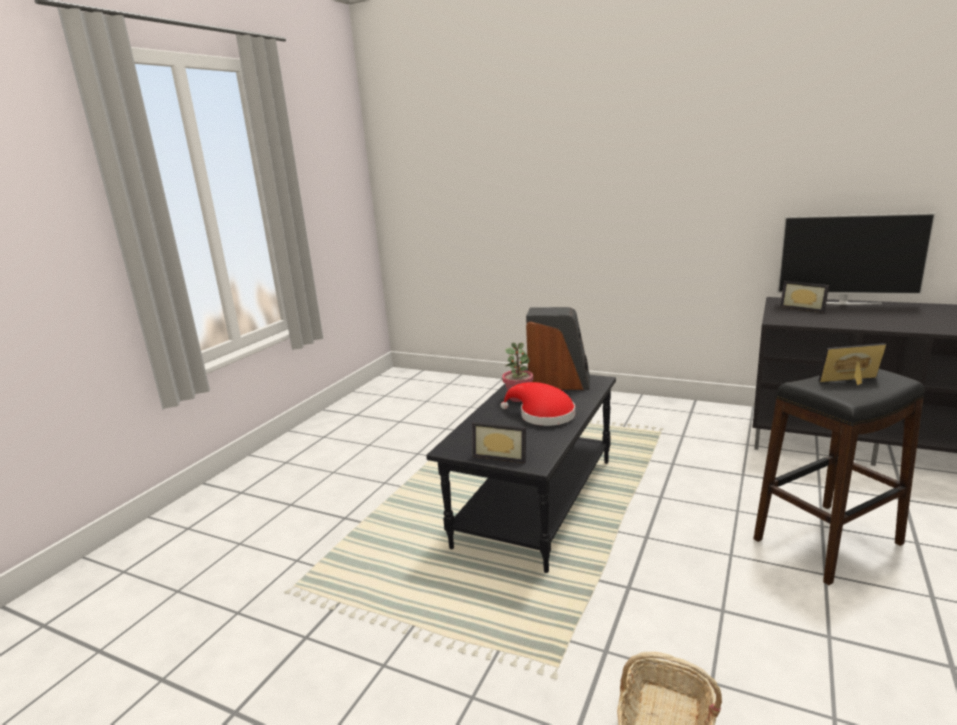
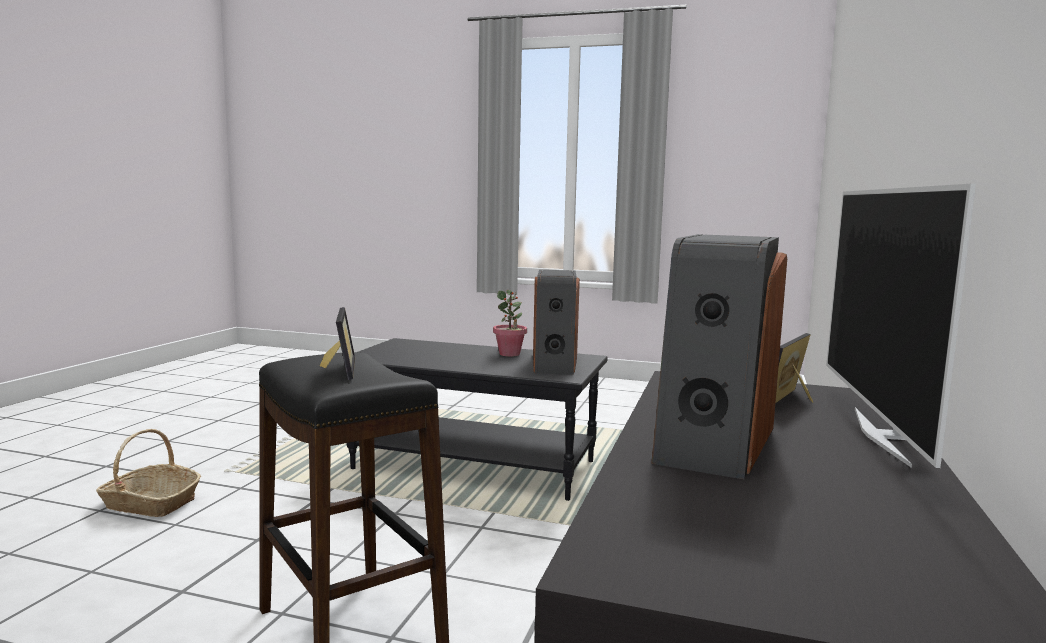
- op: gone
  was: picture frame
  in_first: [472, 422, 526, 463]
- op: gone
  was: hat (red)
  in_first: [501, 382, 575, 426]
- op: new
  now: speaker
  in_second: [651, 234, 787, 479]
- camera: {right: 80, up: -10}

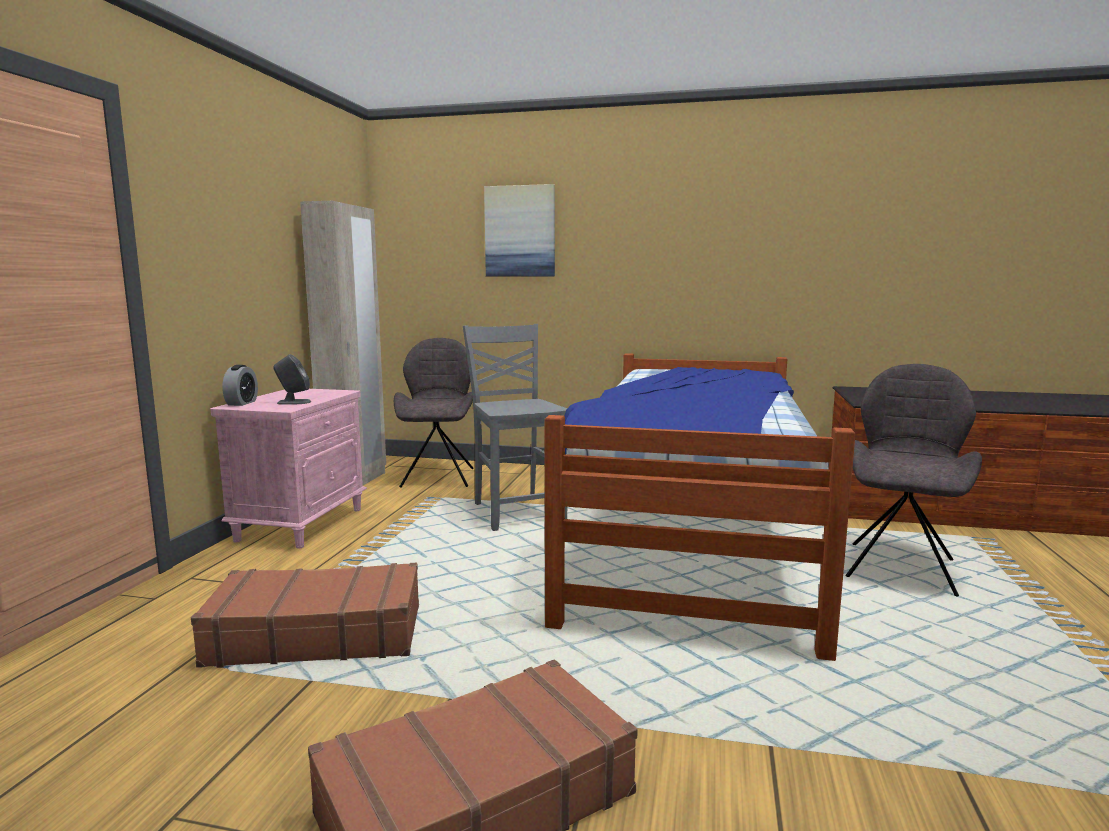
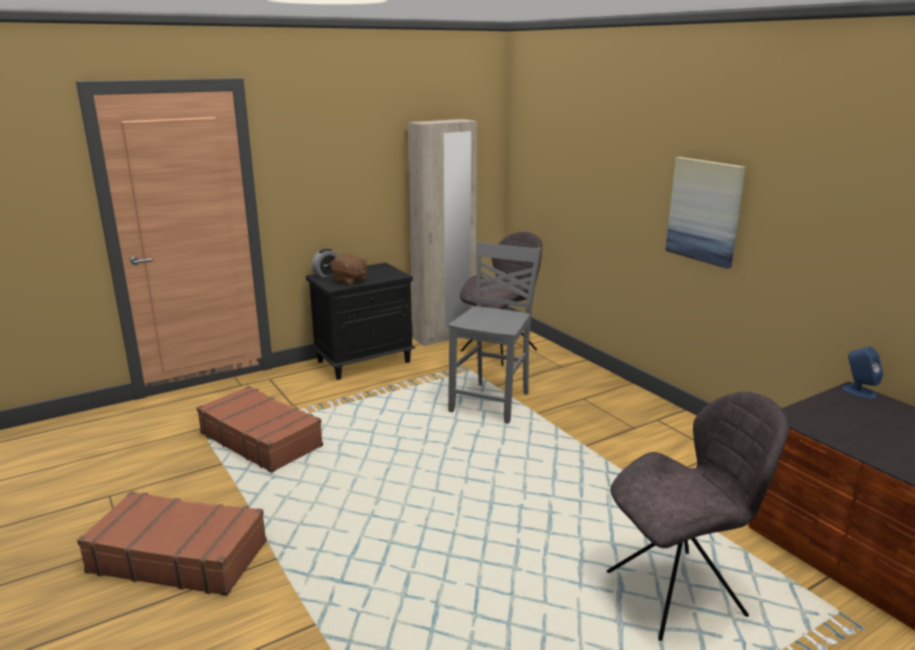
- op: gone
  was: bed
  in_first: [544, 353, 855, 661]
- op: new
  now: speaker (blue)
  in_second: [842, 346, 883, 399]
- op: shifted
  was: picture
  in_first: [484, 184, 555, 277]
  in_second: [665, 157, 746, 269]
- op: swapped
  was: speaker (grey)
  now: plush toy (brown)
  in_first: [273, 354, 311, 405]
  in_second: [331, 254, 368, 285]
- op: repainted
  was: nightstand (pink)
  now: nightstand (black)
  in_first: [211, 389, 367, 549]
  in_second: [306, 262, 415, 380]
- camera: {right: 45, up: 10}

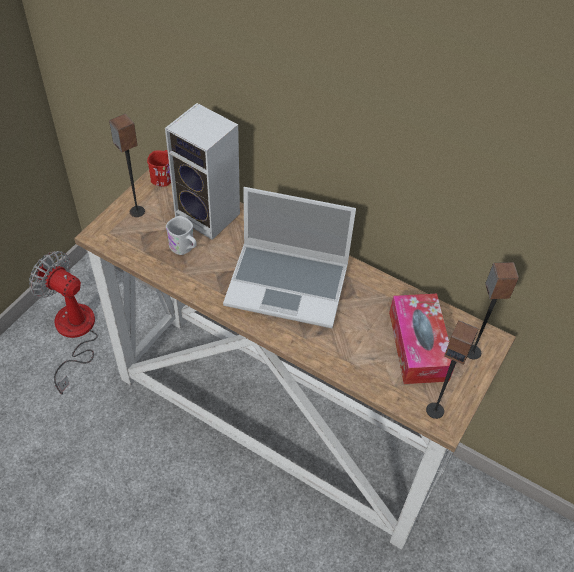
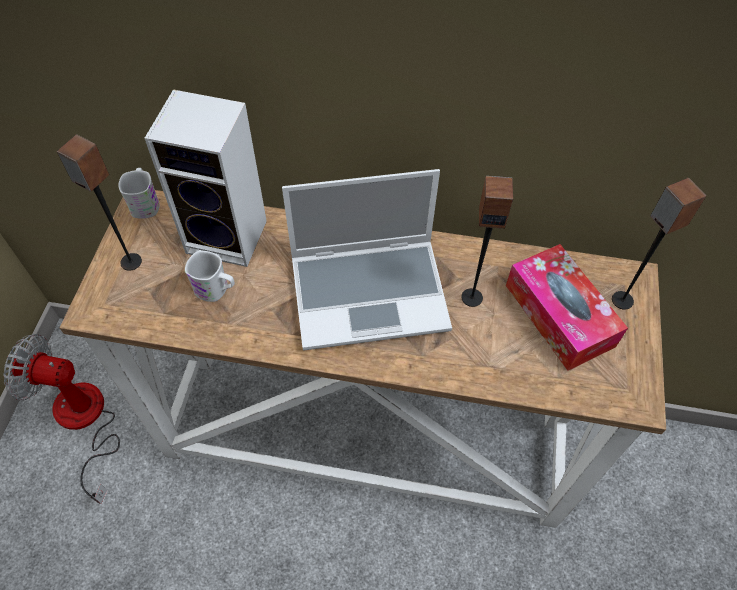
- op: shifted
  was: speaker
  in_first: [426, 320, 479, 419]
  in_second: [461, 176, 513, 307]
- op: repainted
  was: mug (red)
  now: mug (white)
  in_first: [147, 150, 171, 187]
  in_second: [118, 168, 160, 219]
- camera: {right: -20, up: 5}

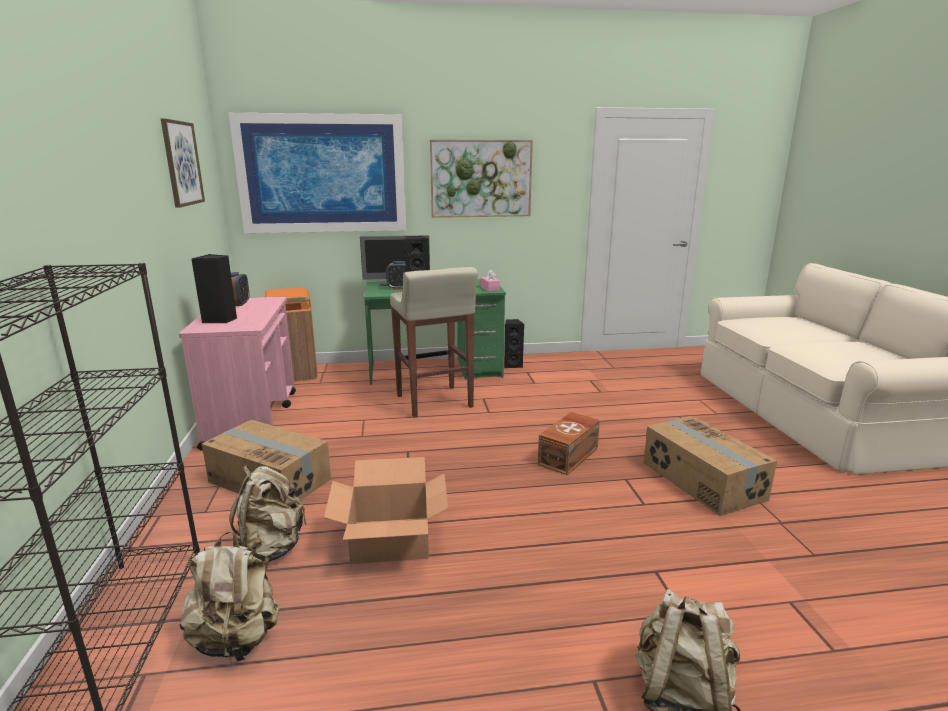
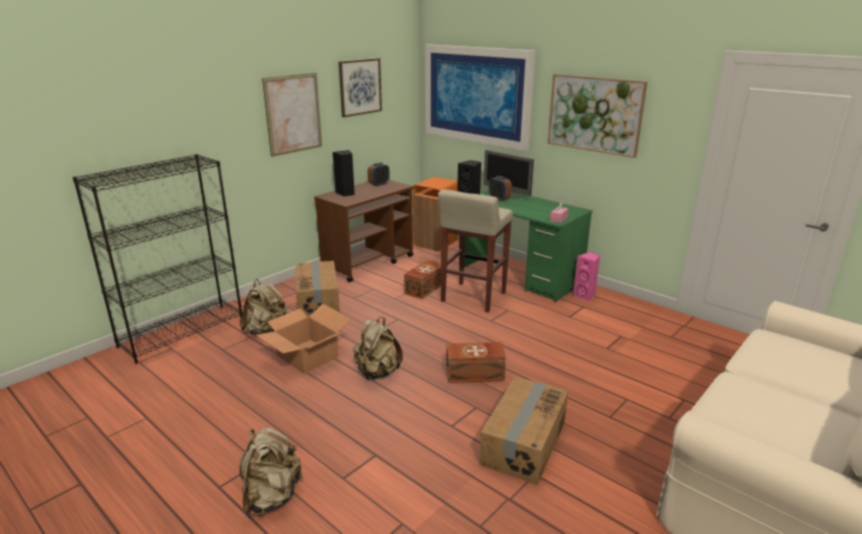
- op: new
  now: picture
  in_second: [262, 73, 322, 157]
- op: new
  now: storage box (brown)
  in_second: [404, 260, 441, 299]
- op: shifted
  was: backpack (beige)
  in_first: [180, 531, 279, 662]
  in_second: [353, 317, 403, 380]
- op: repainted
  was: cart (pink)
  now: cart (brown)
  in_first: [179, 297, 296, 451]
  in_second: [314, 180, 414, 282]
- op: repainted
  was: speaker (black)
  now: speaker (pink)
  in_first: [504, 319, 524, 368]
  in_second: [573, 252, 600, 302]
- camera: {right: 50, up: 5}

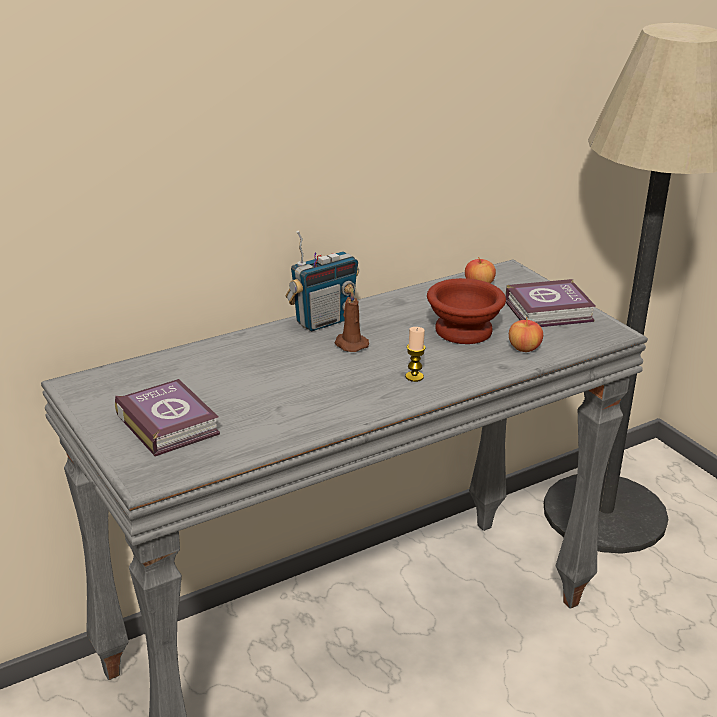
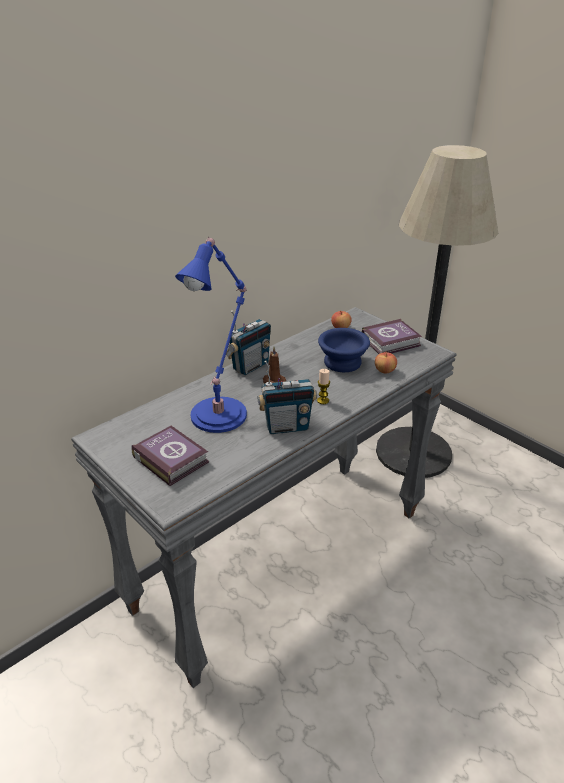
- op: new
  now: table lamp (blue)
  in_second: [175, 237, 247, 433]
- op: new
  now: radio
  in_second: [258, 360, 317, 434]
- op: repainted
  was: bowl (brown)
  now: bowl (blue)
  in_first: [427, 278, 506, 344]
  in_second: [318, 328, 370, 372]
- camera: {right: -10, up: 5}

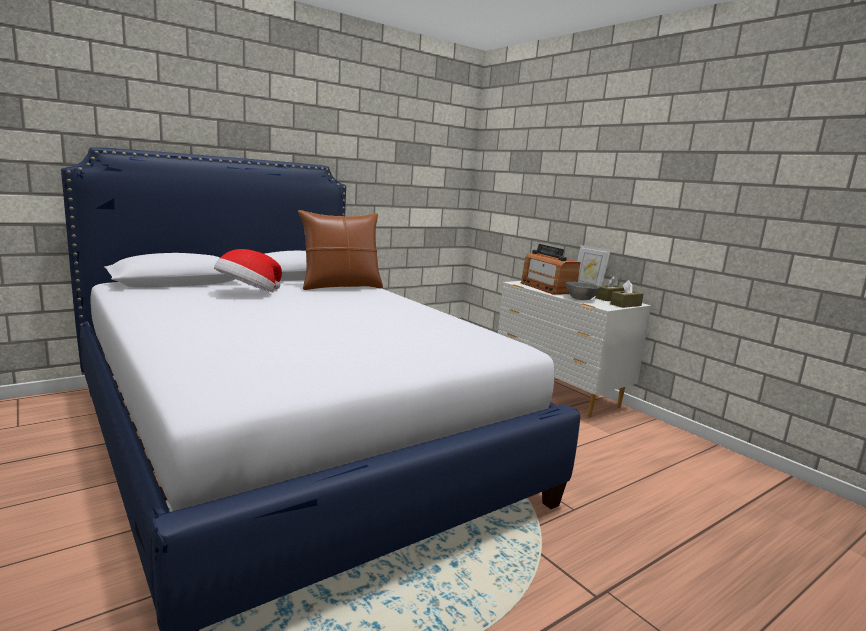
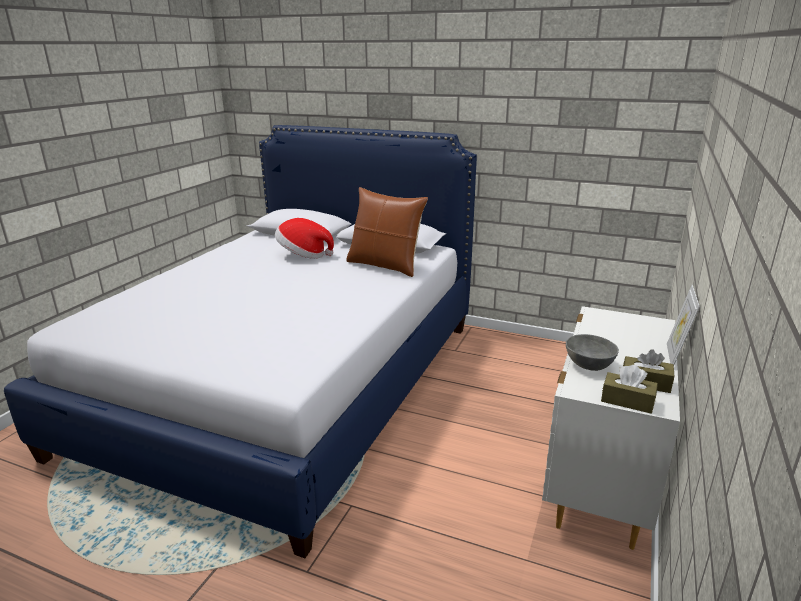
- op: gone
  was: radio
  in_first: [521, 244, 581, 295]
- camera: {right: 60, up: 10}

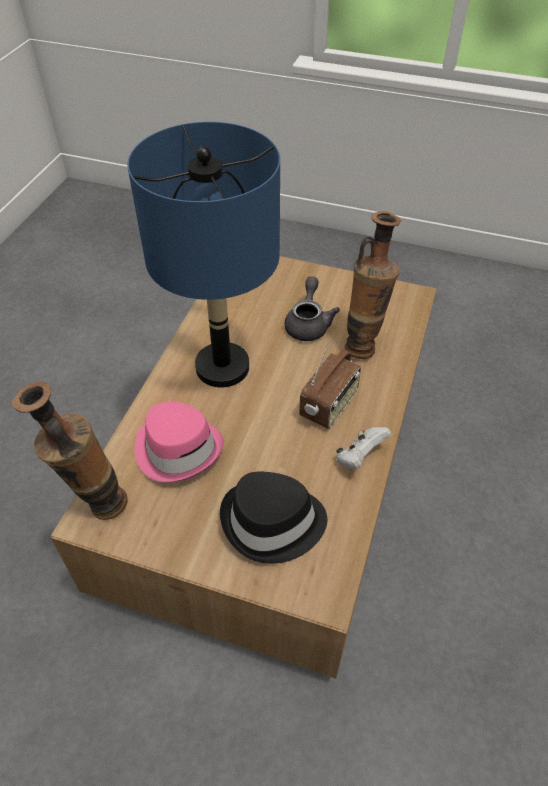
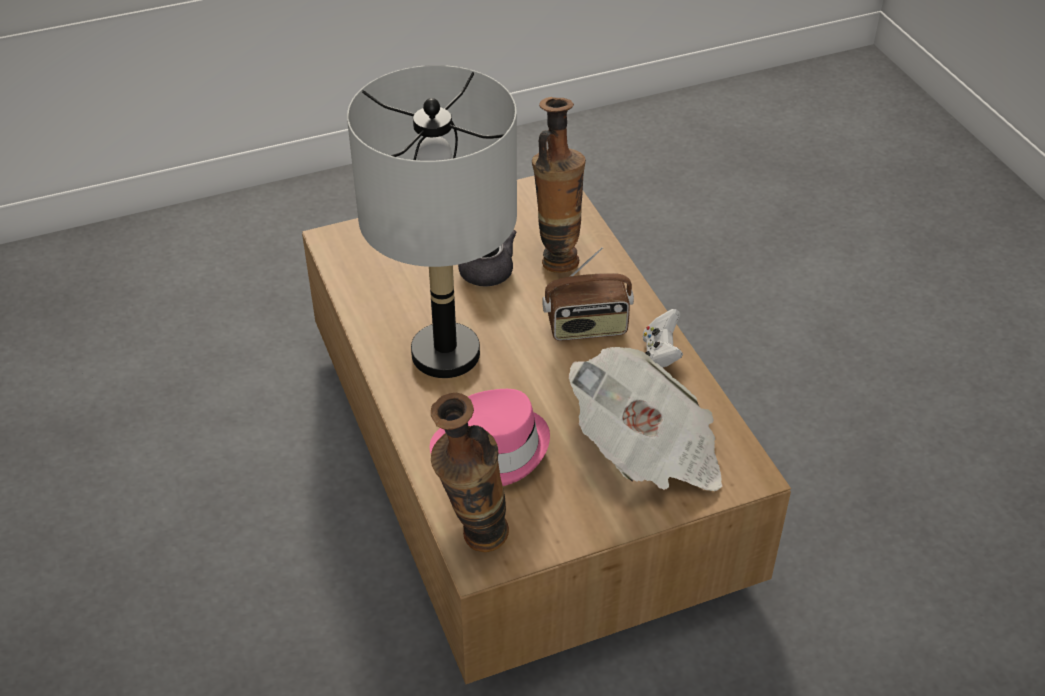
- op: swapped
  was: hat (black)
  now: newspaper
  in_first: [220, 472, 327, 564]
  in_second: [569, 347, 723, 491]
- op: repainted
  was: table lamp (blue)
  now: table lamp (grey)
  in_first: [127, 122, 280, 387]
  in_second: [347, 65, 517, 378]
- op: rotated
  was: radio
  in_first: [299, 339, 361, 429]
  in_second: [542, 247, 634, 341]
  clockwise: 90
- camera: {right: -40, up: -5}

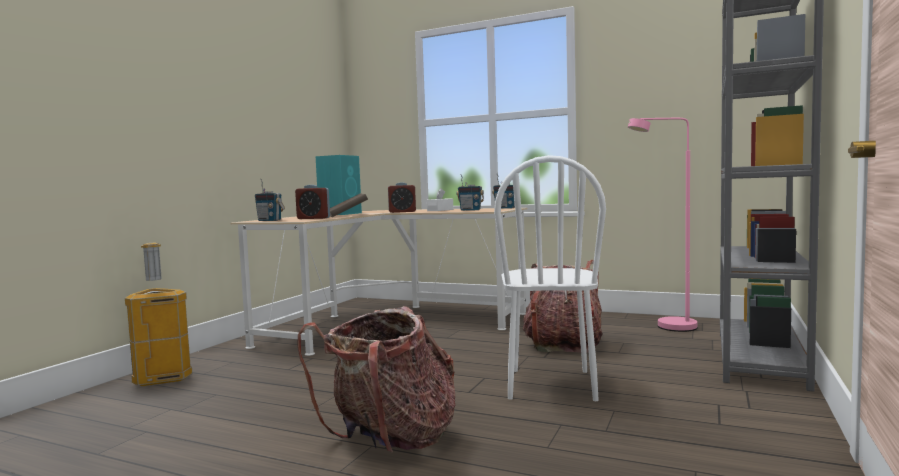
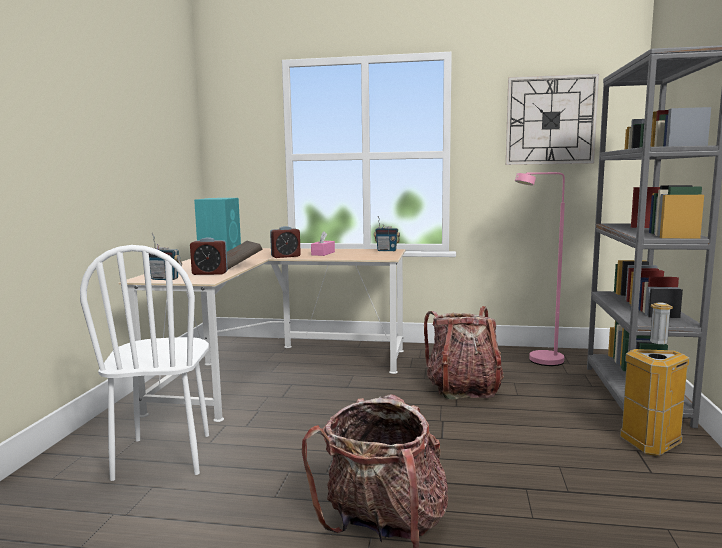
- op: gone
  was: radio
  in_first: [456, 174, 484, 211]
- op: new
  now: wall clock
  in_second: [506, 74, 599, 165]
- op: shifted
  was: trash can
  in_first: [125, 243, 192, 386]
  in_second: [620, 303, 690, 456]
- op: shifted
  was: chair (white)
  in_first: [494, 155, 606, 401]
  in_second: [80, 245, 209, 481]
- op: repainted
  was: tissue box (white)
  now: tissue box (pink)
  in_first: [427, 188, 453, 211]
  in_second: [311, 231, 335, 256]
- camera: {right: -15, up: 5}

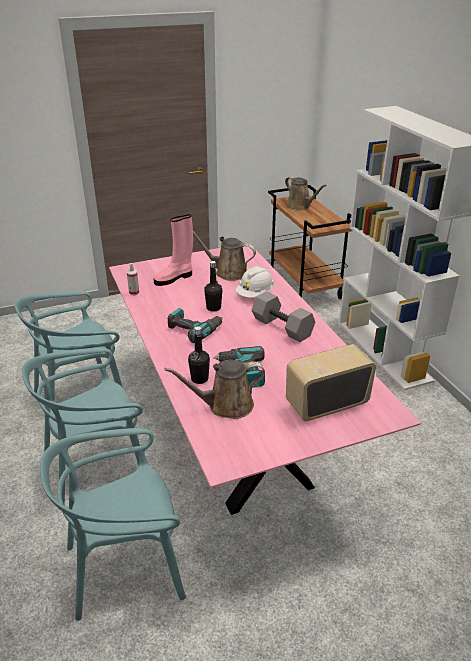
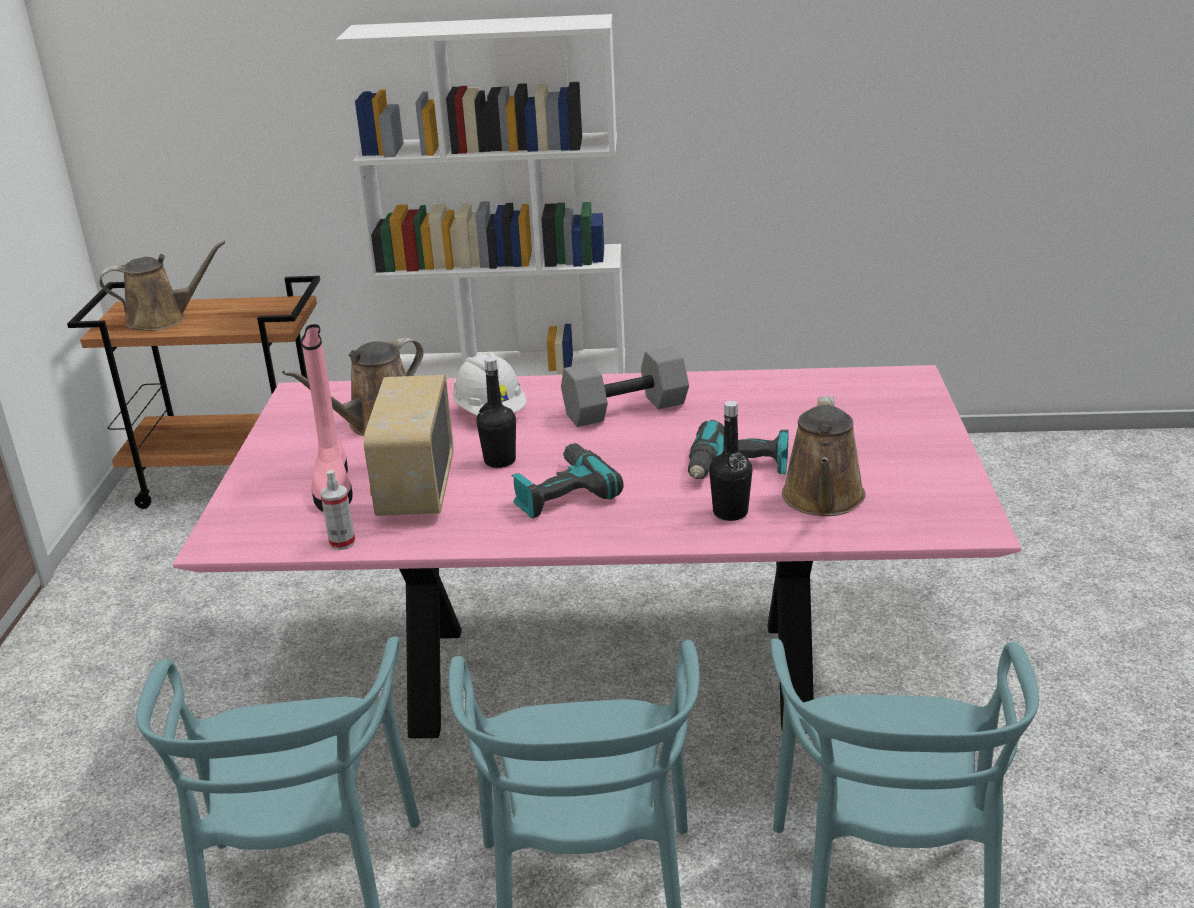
- op: shifted
  was: radio
  in_first: [286, 344, 376, 421]
  in_second: [364, 375, 453, 516]
- camera: {right: -65, up: -5}

